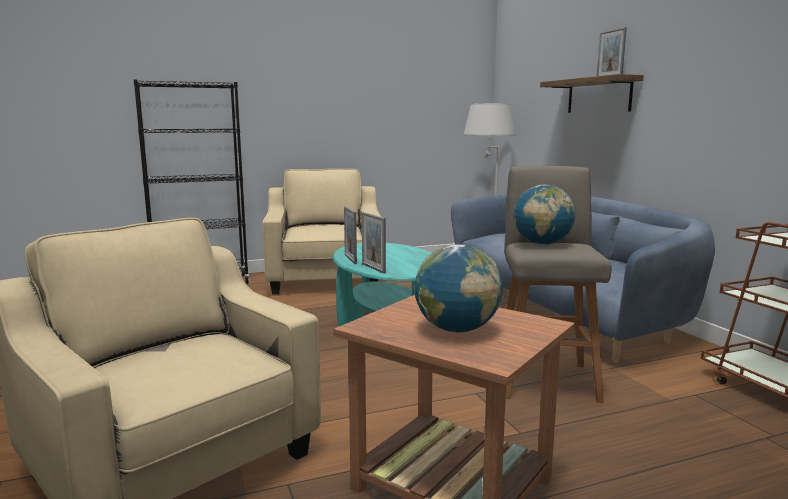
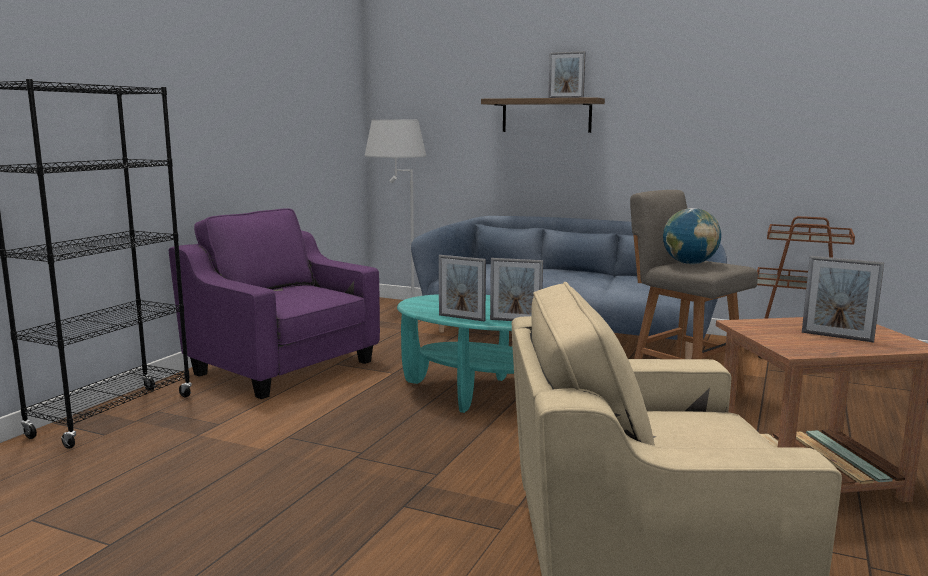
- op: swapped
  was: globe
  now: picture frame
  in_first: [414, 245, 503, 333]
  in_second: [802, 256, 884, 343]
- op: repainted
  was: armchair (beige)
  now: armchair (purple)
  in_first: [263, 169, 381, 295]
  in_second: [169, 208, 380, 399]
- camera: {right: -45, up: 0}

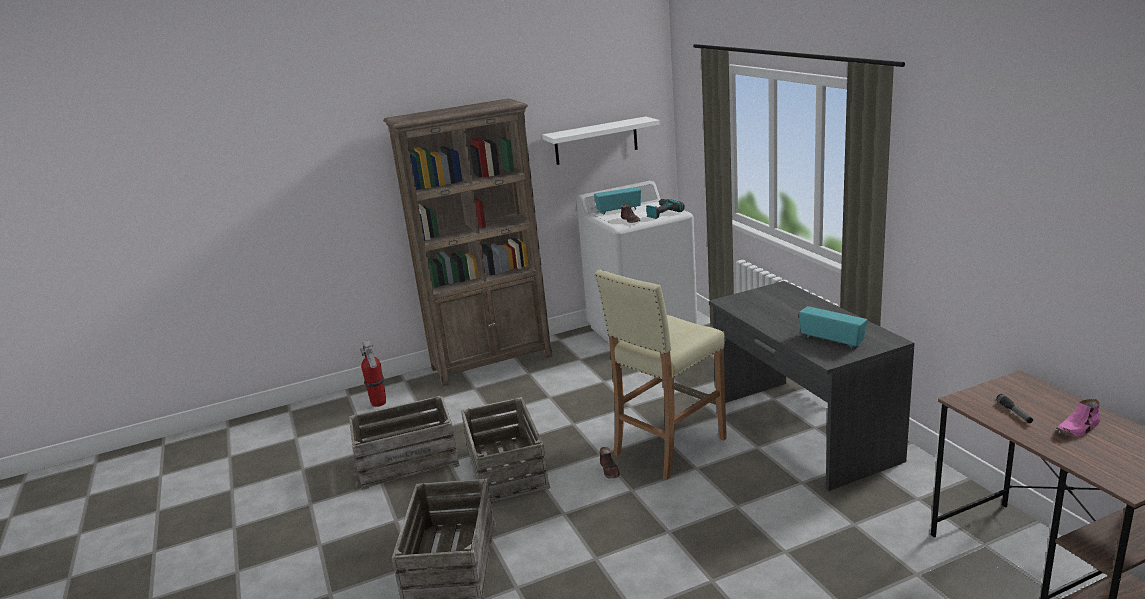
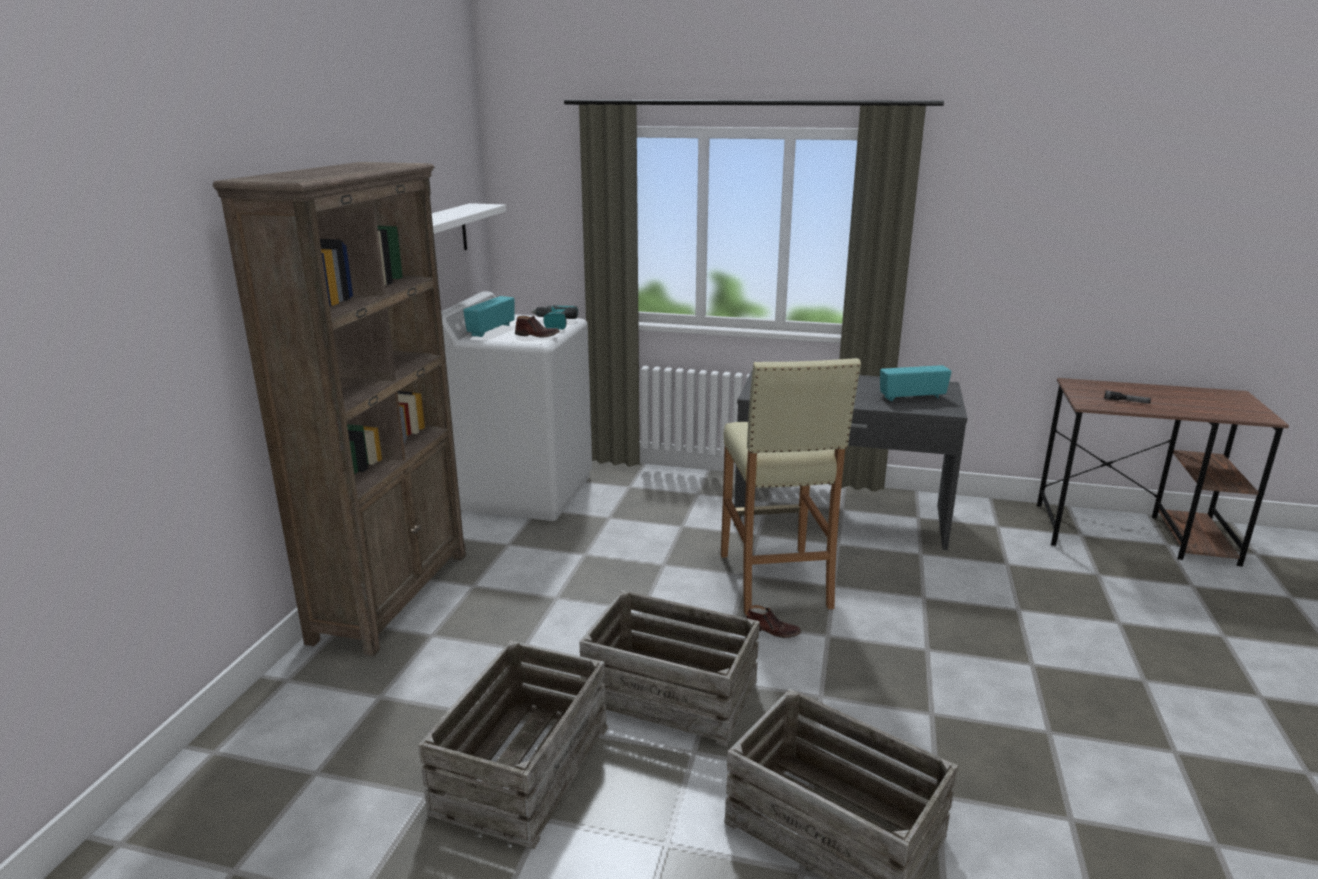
- op: gone
  was: fire extinguisher
  in_first: [360, 341, 386, 407]
- op: gone
  was: shoe (pink)
  in_first: [1056, 399, 1100, 436]
- camera: {right: -55, up: 0}

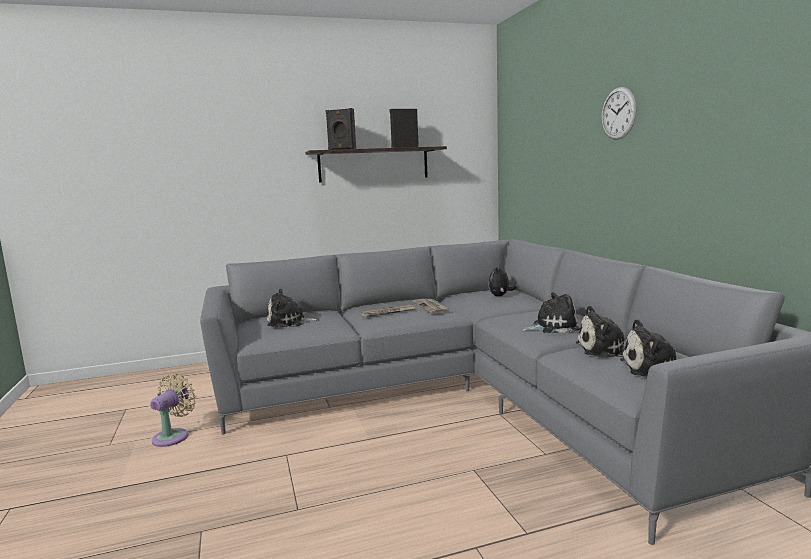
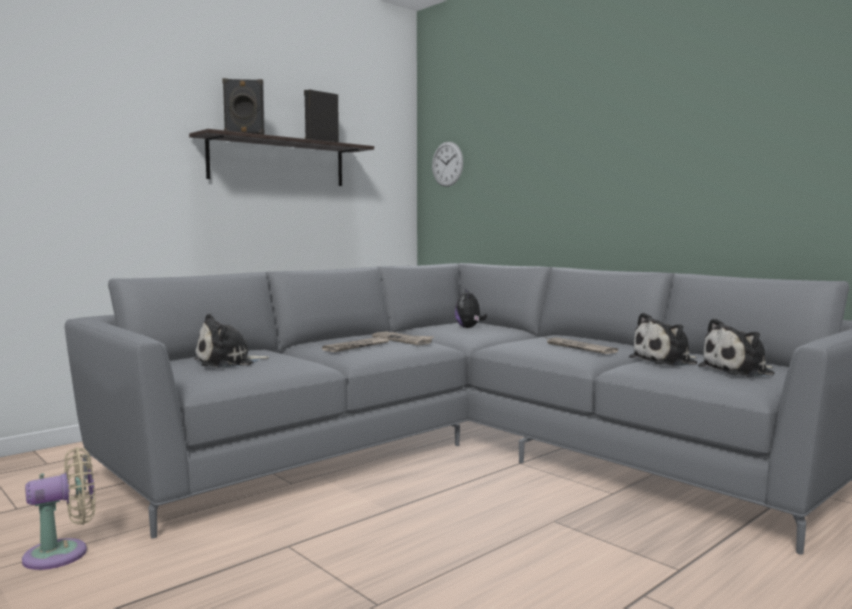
- op: shifted
  was: wall clock
  in_first: [602, 87, 637, 140]
  in_second: [432, 142, 463, 187]
- op: swapped
  was: plush toy
  now: newspaper
  in_first: [522, 292, 580, 333]
  in_second: [545, 337, 618, 354]
- op: rotated
  was: fan (beige)
  in_first: [150, 373, 196, 447]
  in_second: [22, 447, 95, 570]
  clockwise: 60
- camera: {right: -25, up: -5}

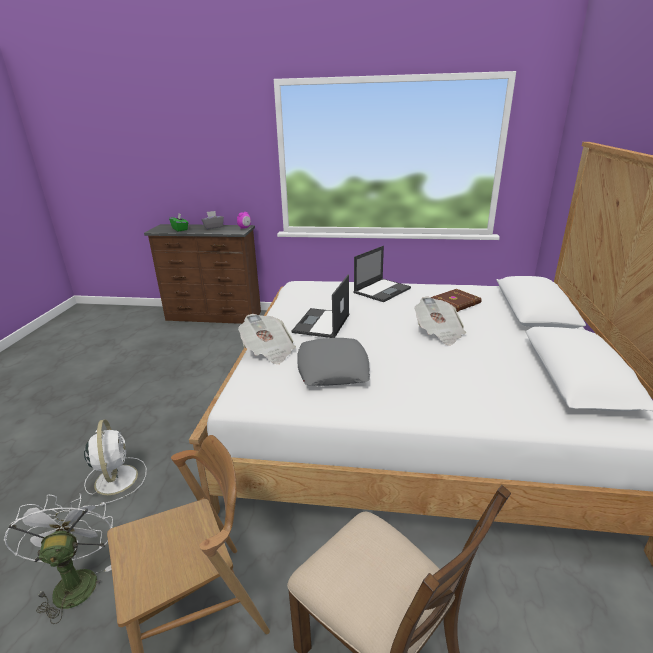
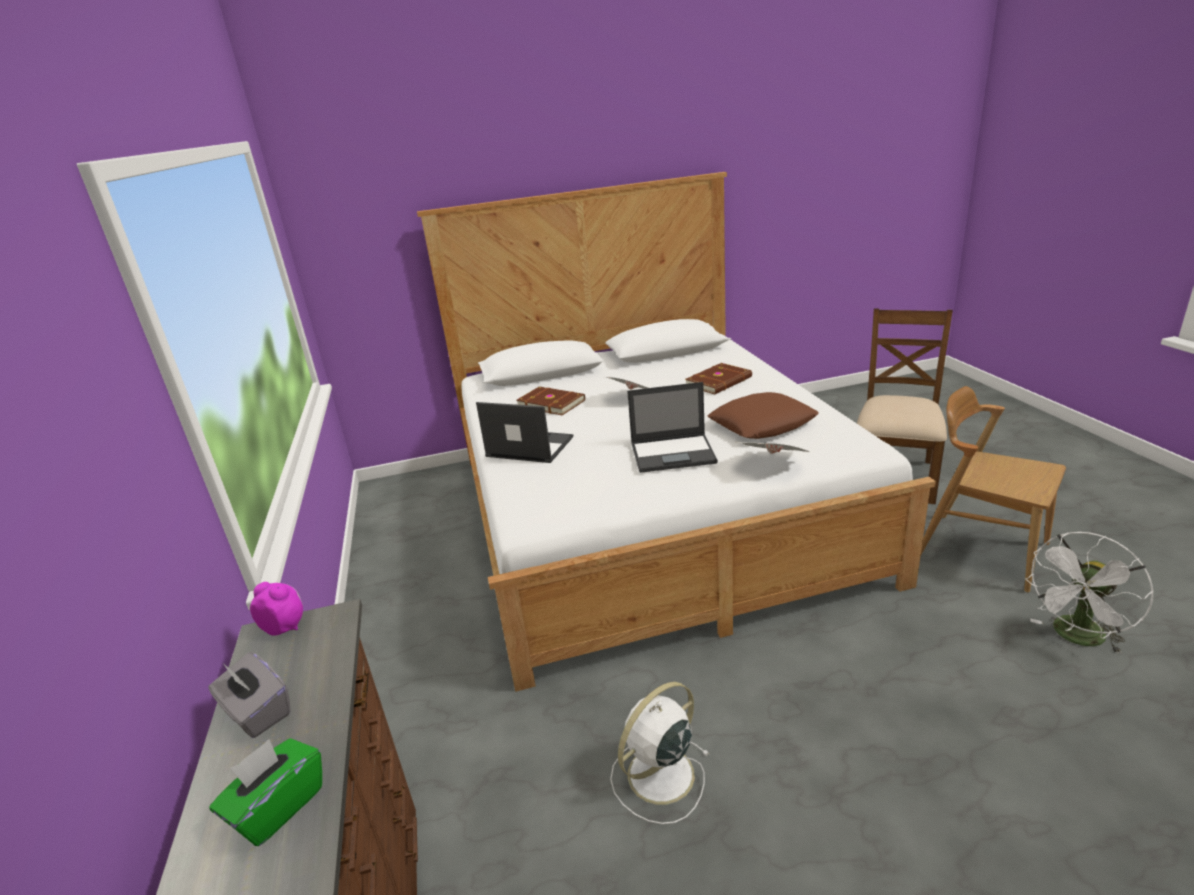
- op: new
  now: book (brown)
  in_second: [685, 363, 752, 394]
- op: shifted
  was: fan (white)
  in_first: [84, 419, 147, 506]
  in_second: [610, 682, 710, 824]
- op: repainted
  was: pillow (grey)
  now: pillow (brown)
  in_first: [297, 338, 370, 386]
  in_second: [708, 392, 819, 439]
- camera: {right: -110, up: 0}

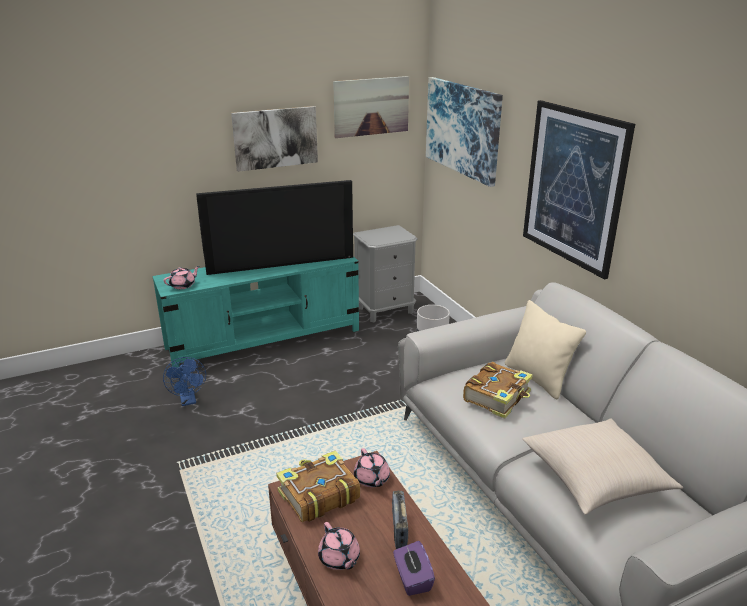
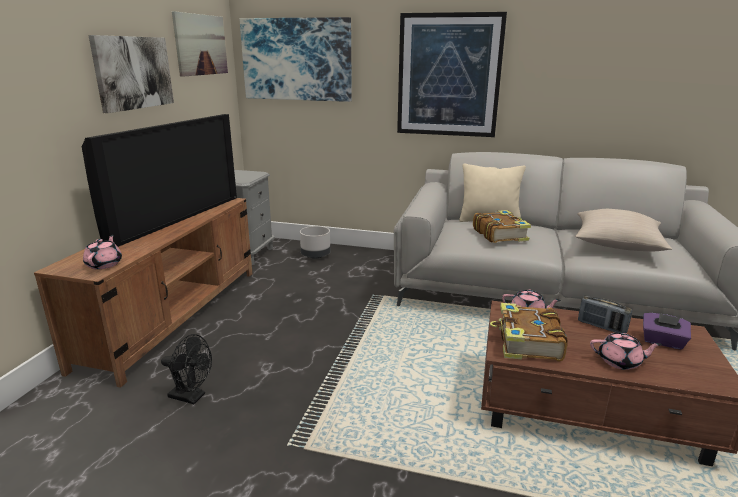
- op: repainted
  was: tv stand (turquoise)
  now: tv stand (brown)
  in_first: [152, 256, 359, 368]
  in_second: [34, 198, 252, 388]
- op: repainted
  was: fan (blue)
  now: fan (black)
  in_first: [163, 357, 206, 406]
  in_second: [161, 334, 212, 404]
- camera: {right: -50, up: -5}

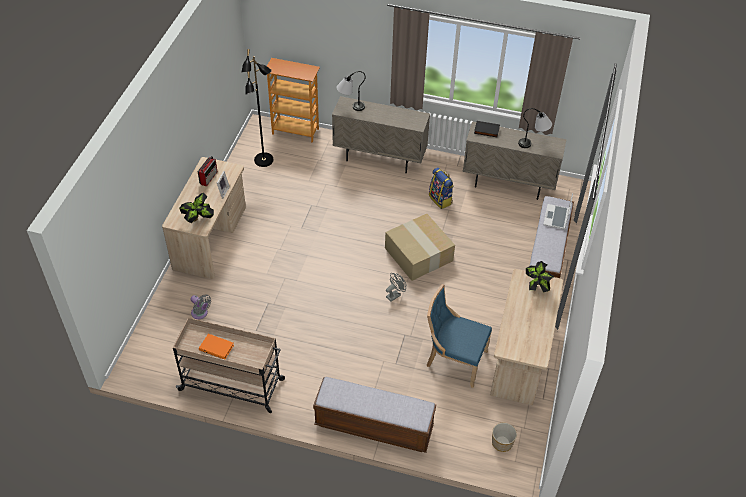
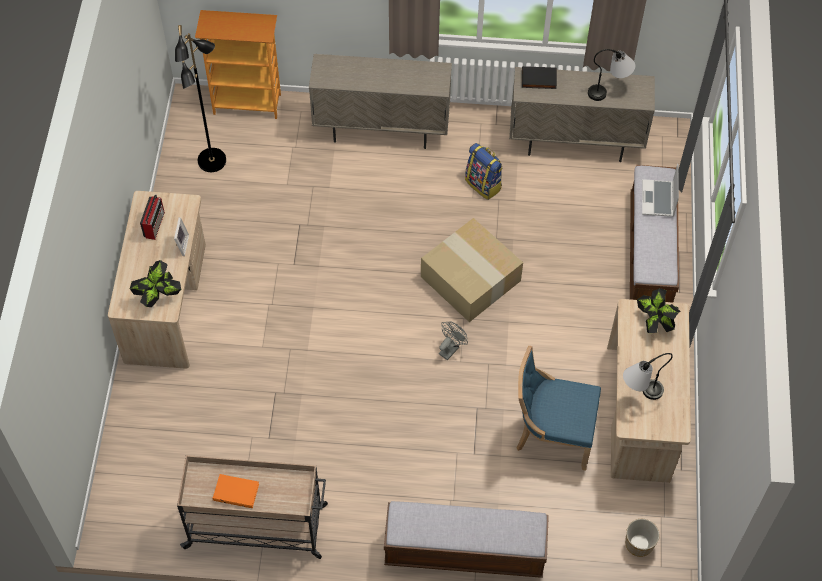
- op: gone
  was: fan (grey)
  in_first: [190, 295, 211, 319]
- op: shifted
  was: table lamp
  in_first: [336, 71, 365, 111]
  in_second: [623, 353, 673, 400]
- camera: {right: -10, up: 10}

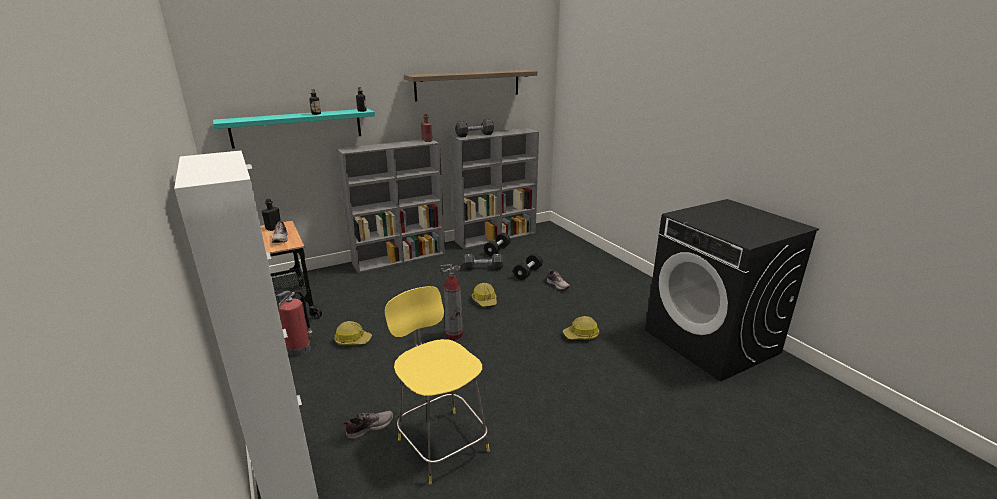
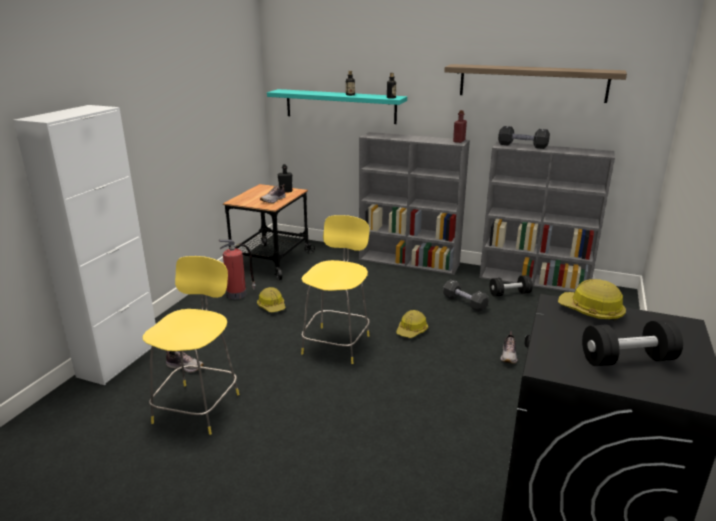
- op: shifted
  was: dumbbell (black)
  in_first: [513, 253, 543, 280]
  in_second: [582, 320, 683, 366]
- op: shifted
  was: hard hat
  in_first: [563, 316, 599, 340]
  in_second: [558, 279, 626, 321]
- op: swapped
  was: fire extinguisher
  now: stool (yellow)
  in_first: [441, 264, 463, 340]
  in_second: [301, 215, 370, 364]
- camera: {right: 50, up: 0}

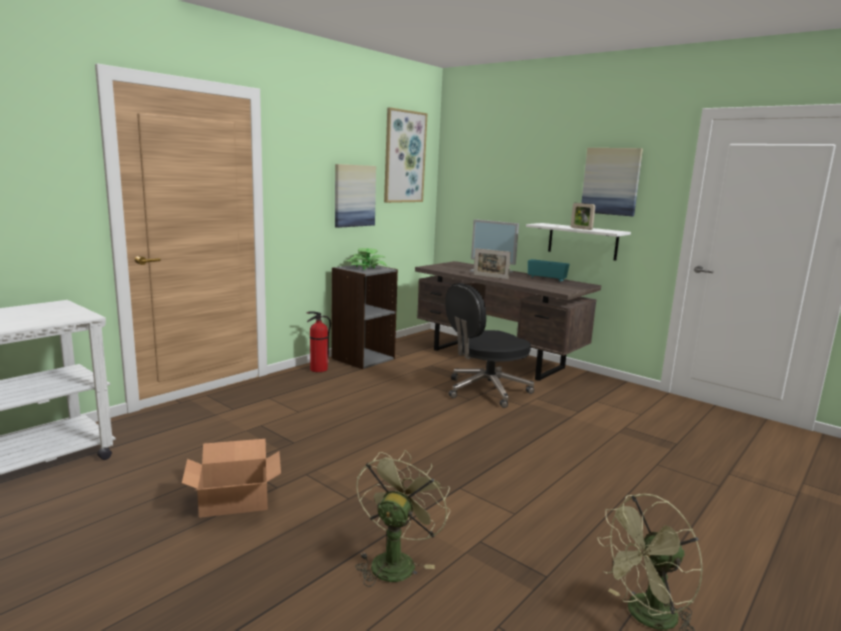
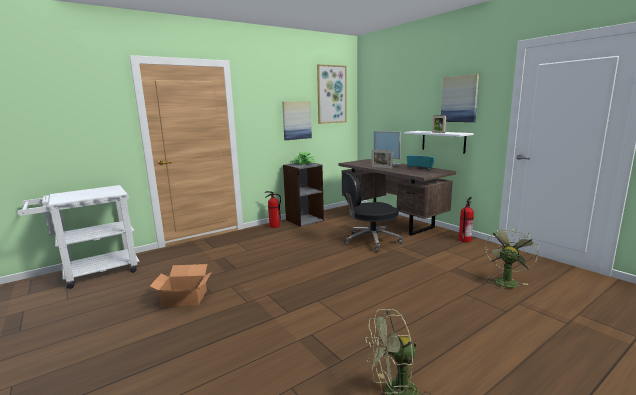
- op: new
  now: fire extinguisher
  in_second: [459, 197, 474, 242]
- op: shifted
  was: fan (green)
  in_first: [355, 450, 450, 587]
  in_second: [485, 227, 538, 289]
- camera: {right: 15, up: 0}

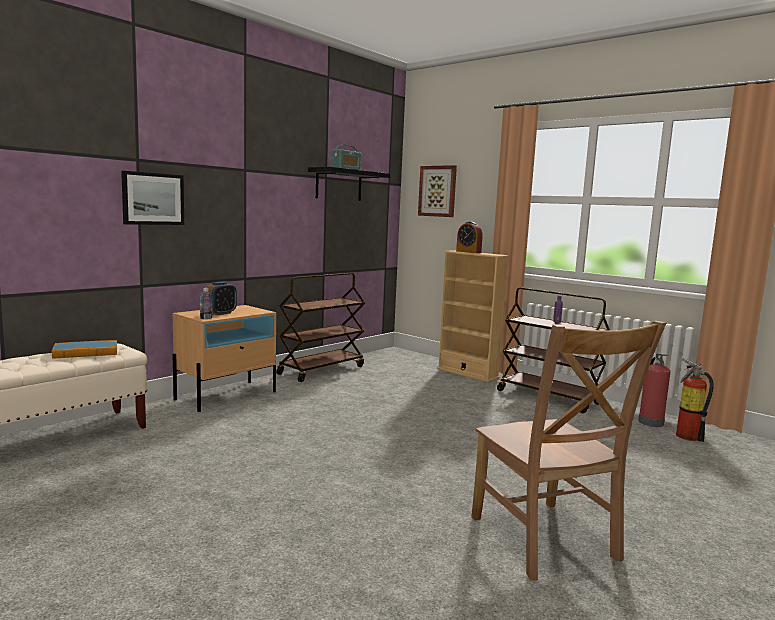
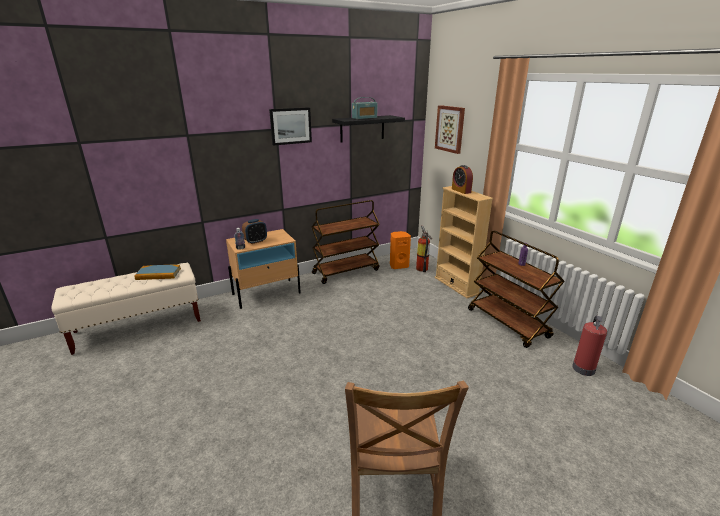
- op: new
  now: speaker (orange)
  in_second: [390, 231, 411, 269]
- op: shifted
  was: picture
  in_first: [121, 171, 184, 225]
  in_second: [269, 107, 312, 146]
- op: shifted
  was: fire extinguisher
  in_first: [676, 357, 714, 442]
  in_second: [416, 225, 432, 272]
- camera: {right: 20, up: 15}

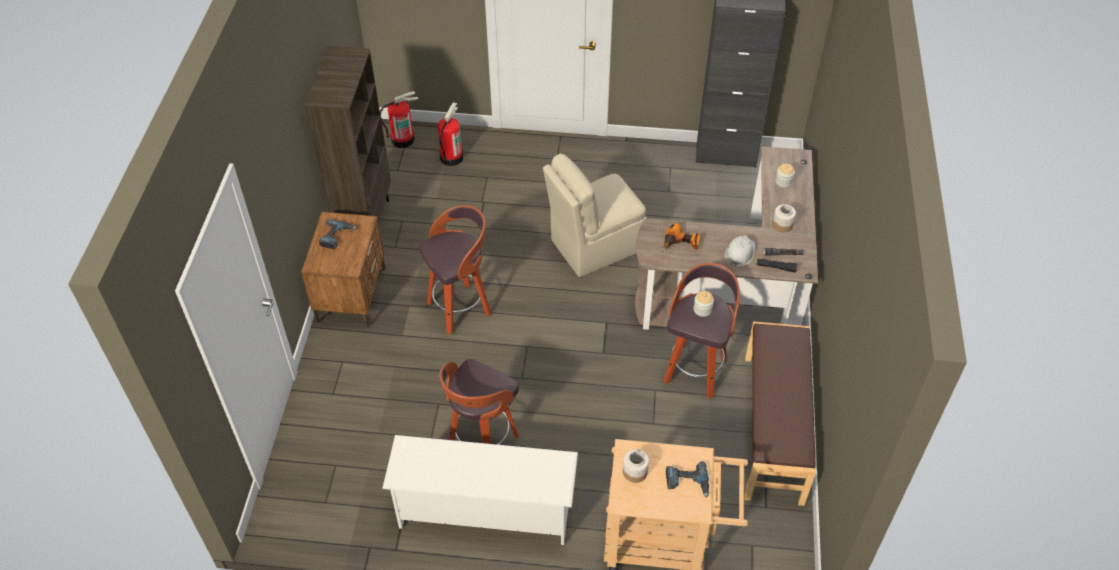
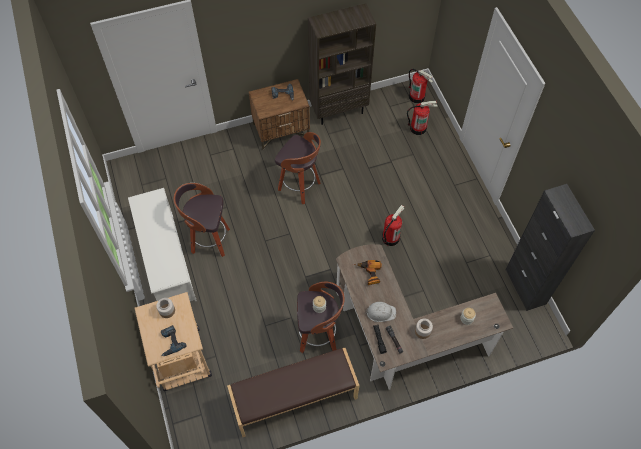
- op: swapped
  was: chair (beige)
  now: fire extinguisher
  in_first: [543, 154, 646, 277]
  in_second: [382, 205, 404, 246]
- camera: {right: 65, up: 10}

